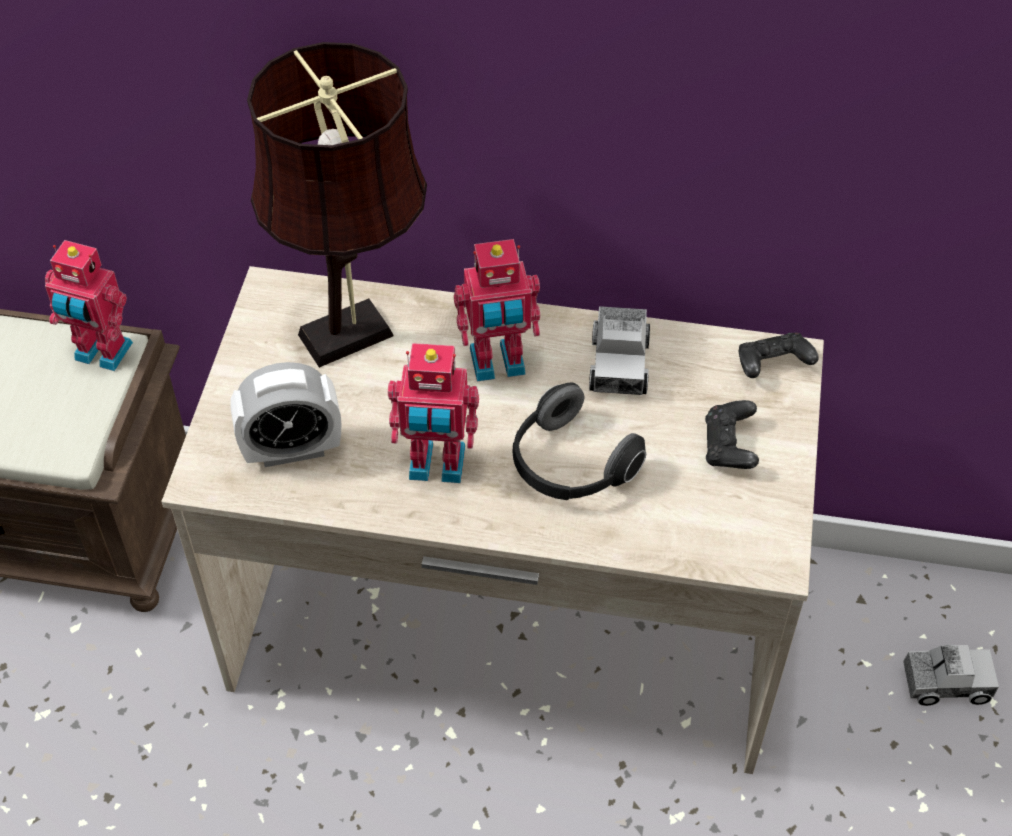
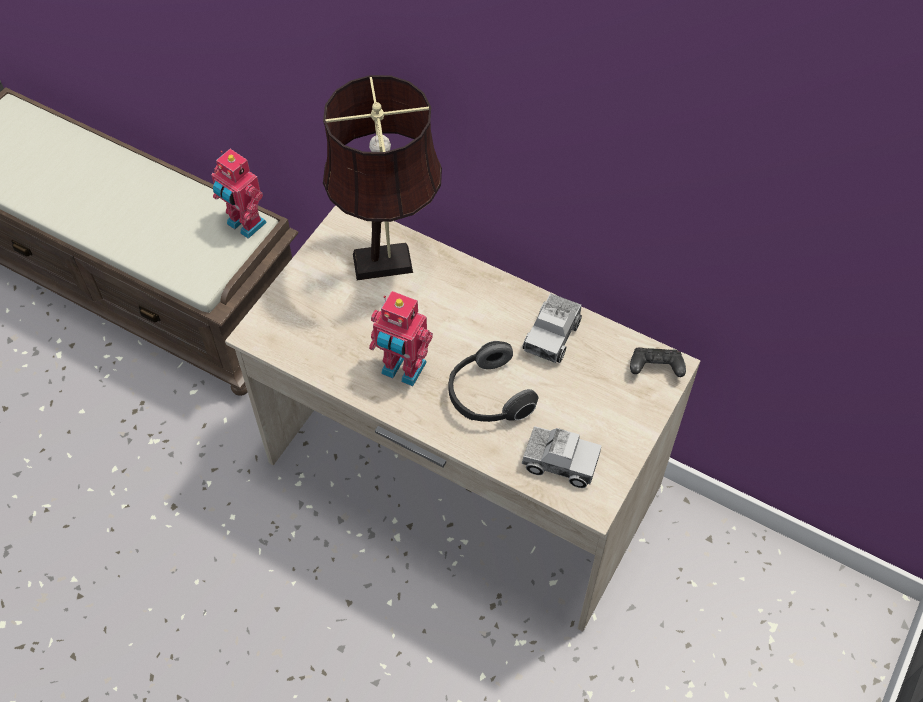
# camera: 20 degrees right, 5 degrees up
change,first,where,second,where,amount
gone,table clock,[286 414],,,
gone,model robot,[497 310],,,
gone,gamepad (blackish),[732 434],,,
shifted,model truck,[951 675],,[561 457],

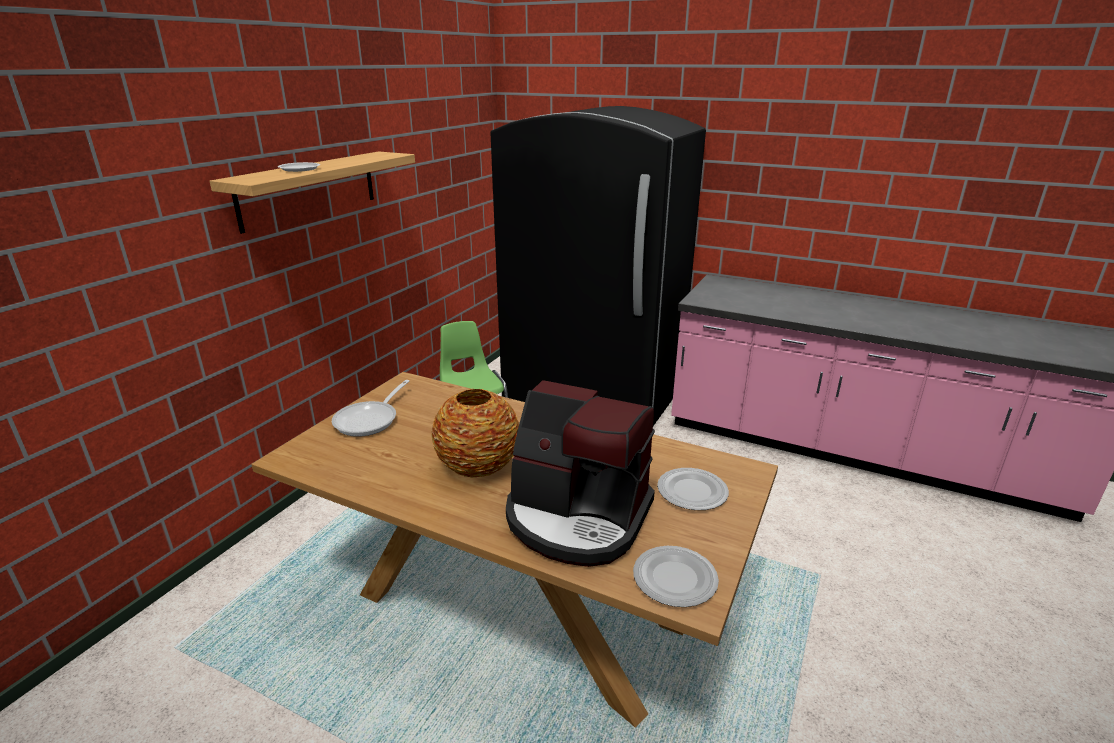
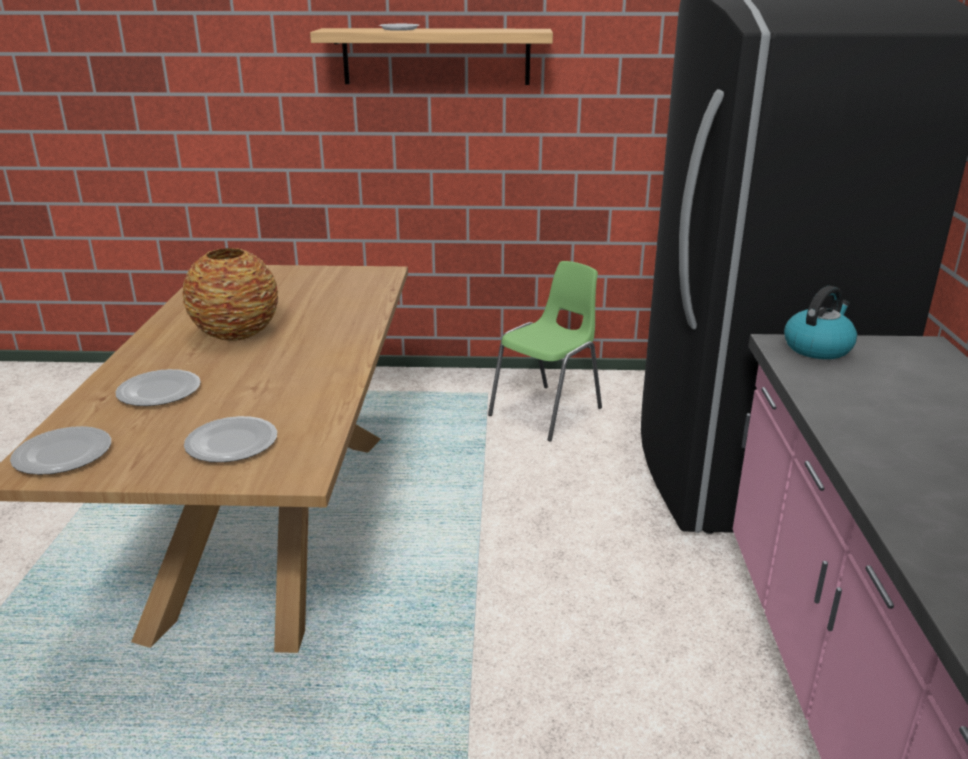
# camera: 65 degrees right, 0 degrees up
change,first,where,second,where,amount
gone,frying pan,[371 408],,,
swapped,coffee brewer,[580 473],dinner plate,[158 387],
new,,,water kettle,[820 322],

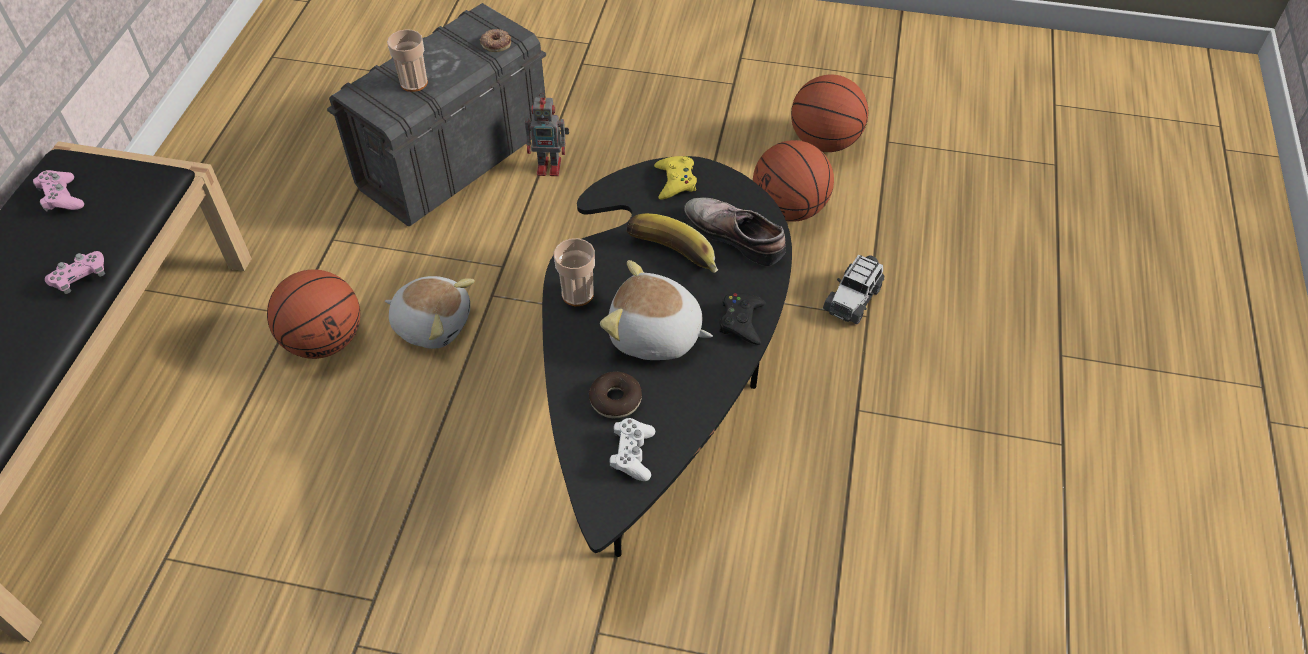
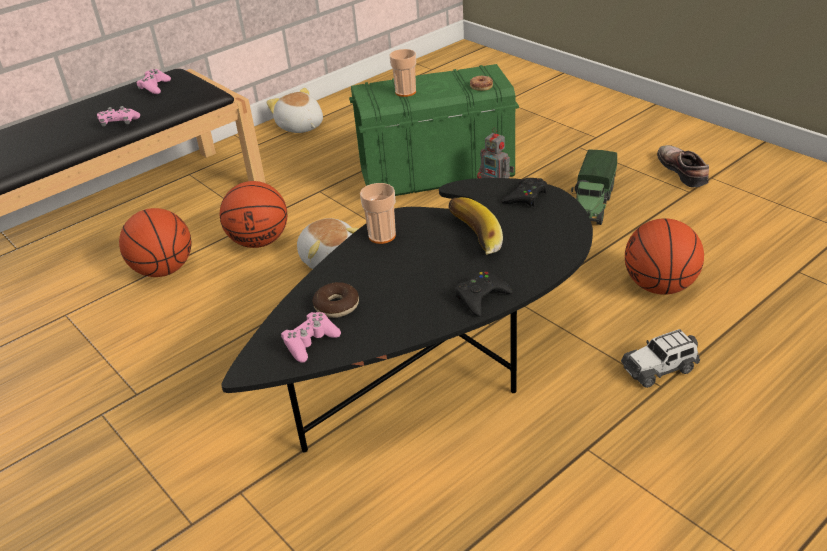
# camera: 40 degrees right, 15 degrees down
change,first,where,second,where,amount
repainted,storage box (greyish),[436 115],storage box (greenish),[434 130],
shifted,plush toy,[656 310],,[295 110],
repainted,gamepad (white-coloured),[632 449],gamepad (pinkish),[311 337],
repainted,gamepad (yellow),[675 178],gamepad (blackish),[524 192],
shifted,shoe,[734 231],,[683 166],
shifted,basketball,[829 113],,[155 242],
new,,,model truck,[594 187],

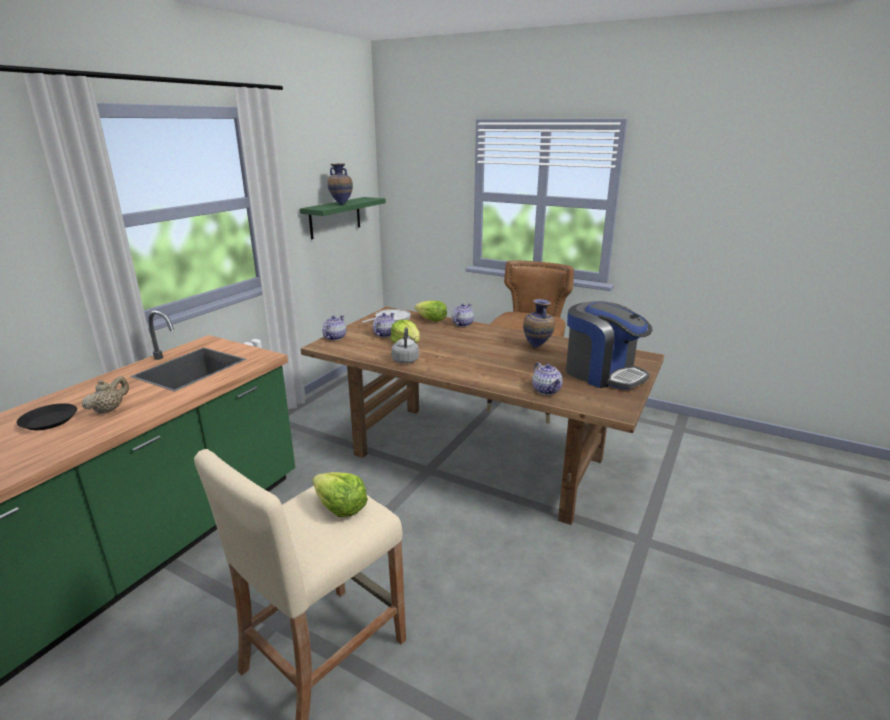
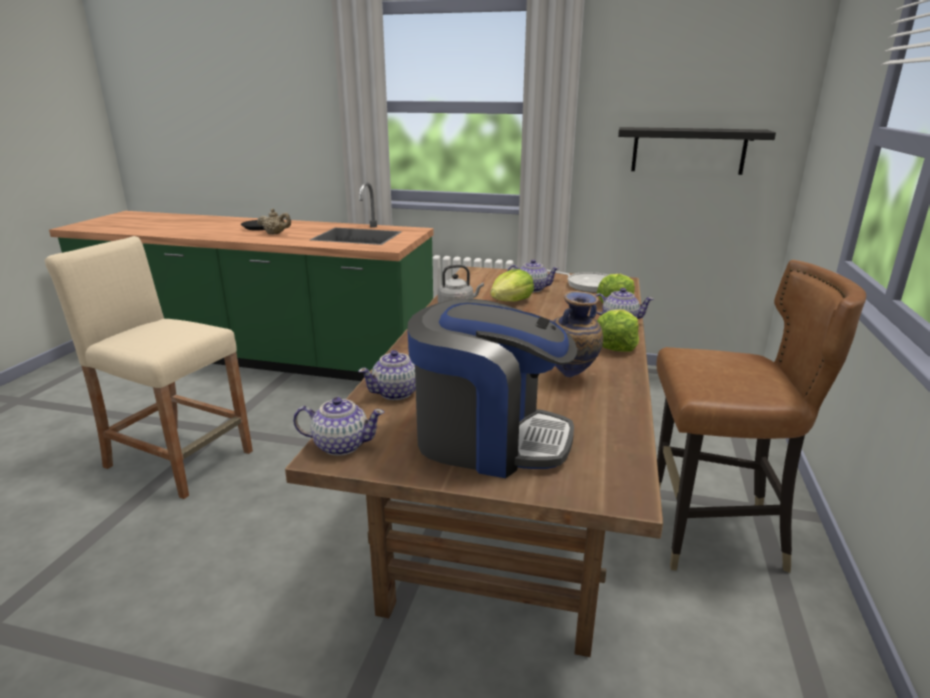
# camera: 75 degrees right, 0 degrees up
change,first,where,second,where,amount
repainted,bracket shelf (greenish),[343 218],bracket shelf (blackish),[697 151],
shifted,lettuce head,[340 494],,[618 330],
shifted,teapot,[334 327],,[338 426],
gone,decorative vase,[340 184],,,
rotated,coffee brewer,[609 345],,[492 388],105 degrees counterclockwise

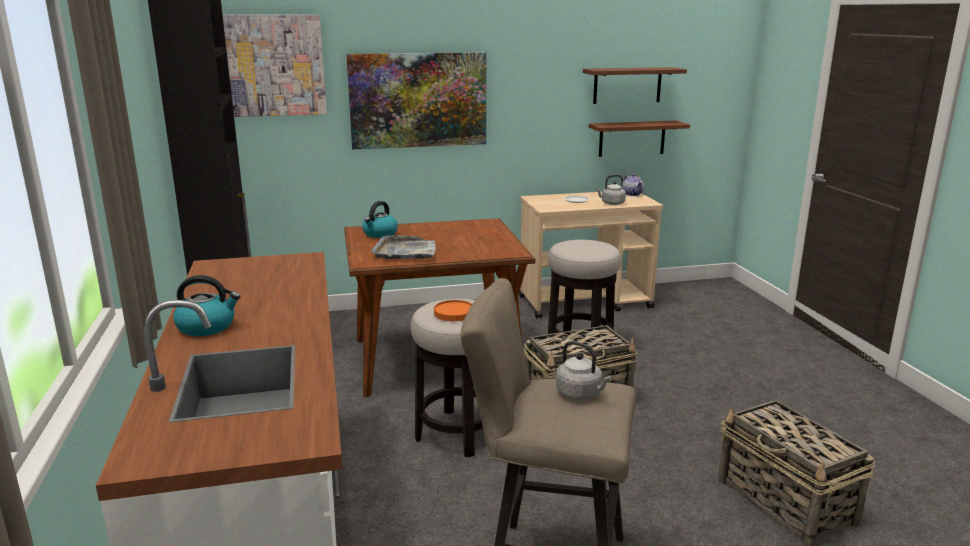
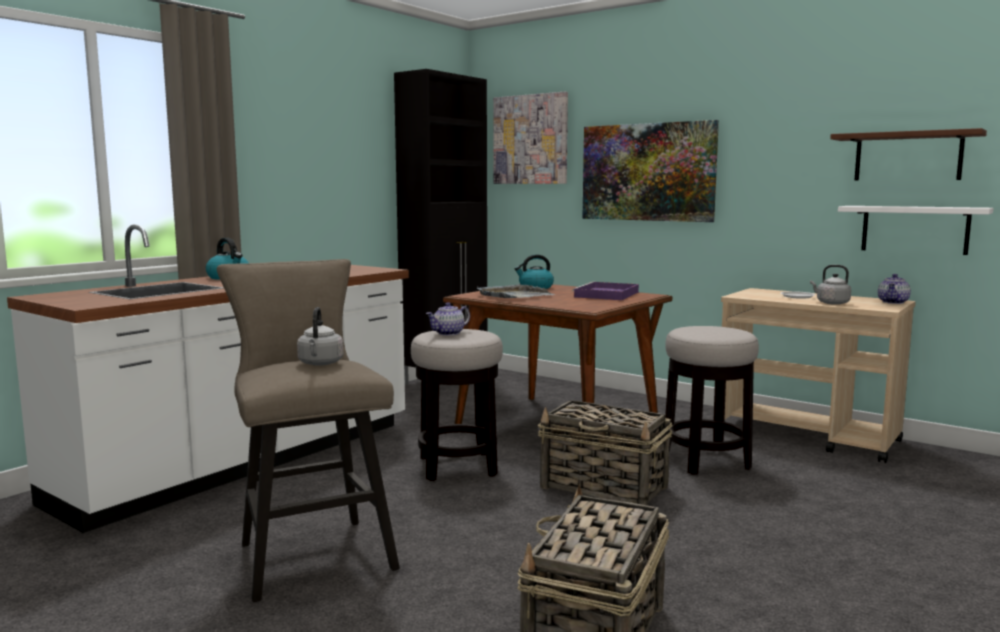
# camera: 50 degrees right, 10 degrees down
change,first,where,second,where,amount
swapped,dinner plate (orangey),[453 310],teapot,[448 318],
repainted,bracket shelf (brown-coloured),[639 139],bracket shelf (white-coloured),[915 230],
new,,,serving tray (purple-coloured),[605 291],

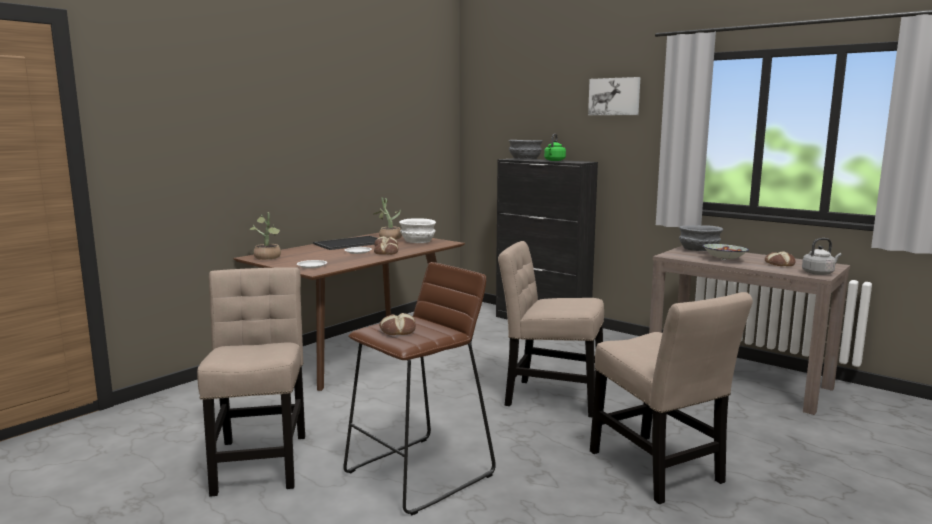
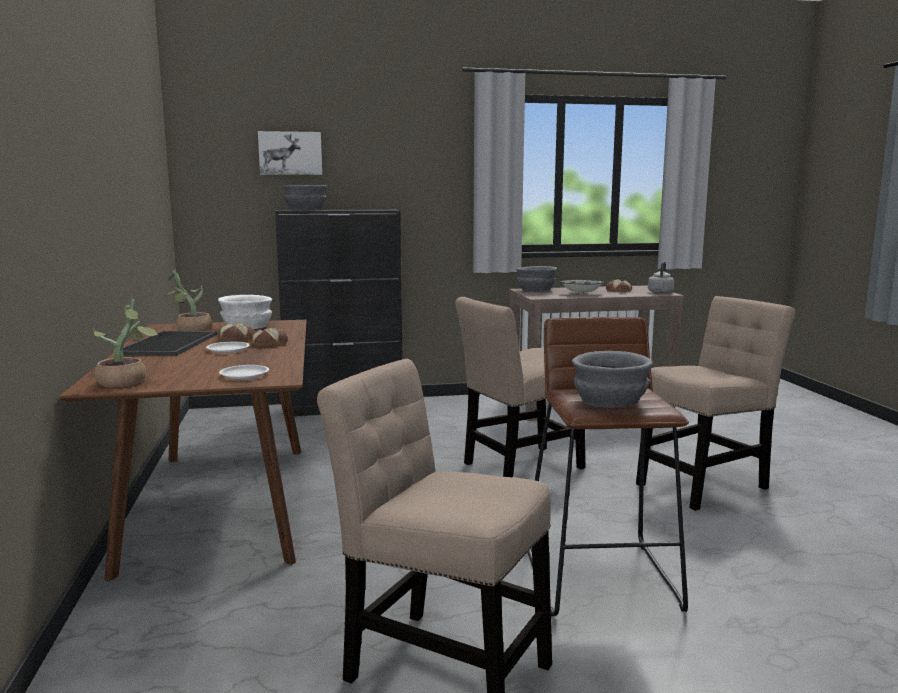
# camera: 50 degrees left, 0 degrees up
change,first,where,second,where,amount
swapped,bread,[397 324],deep dish (greyish),[612 379],
gone,water kettle (greenish),[555 147],,,
shifted,wall art,[614 96],,[290 153],
rotated,upright chair (sand-coloured),[671 398],,[715 403],45 degrees counterclockwise

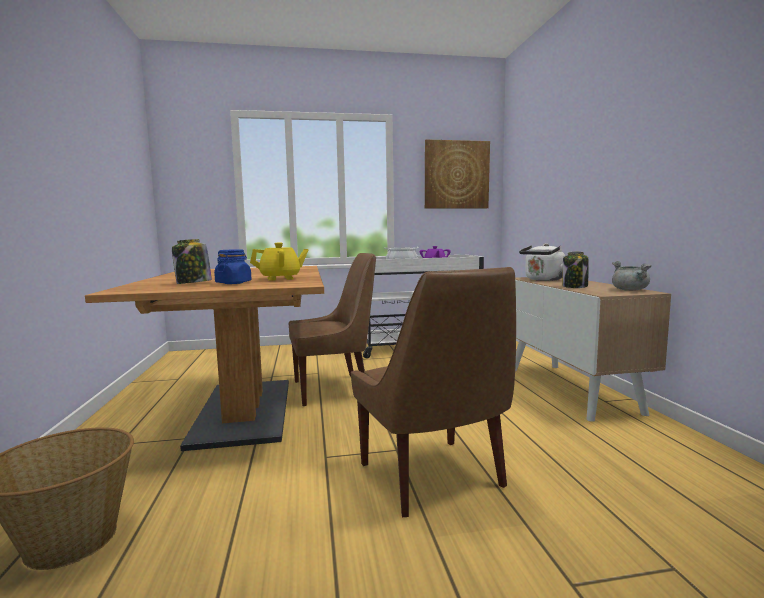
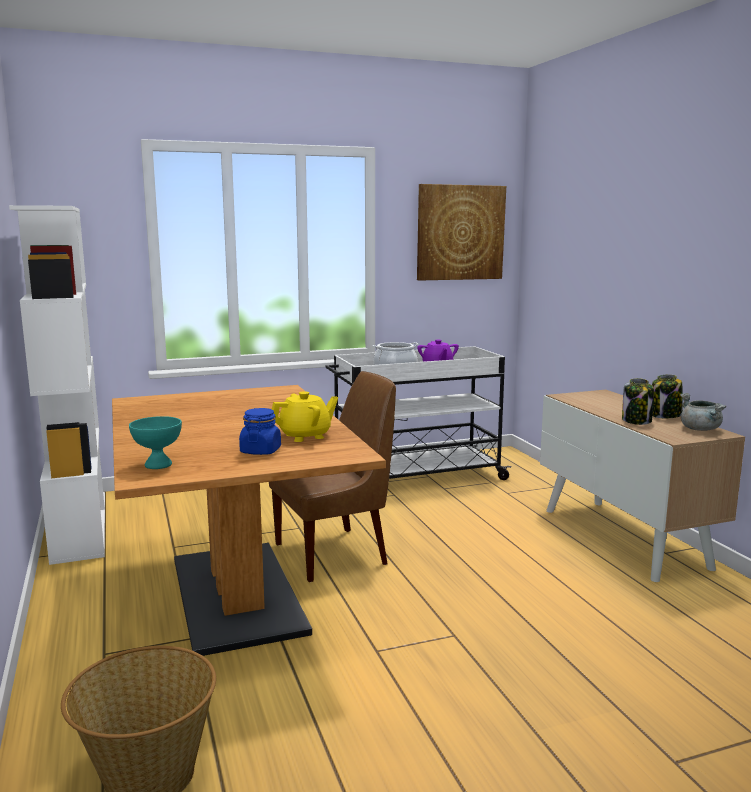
# camera: 10 degrees left, 5 degrees up
change,first,where,second,where,amount
shifted,storage jar,[192 261],,[667 396],
gone,upright chair (brown-coloured),[433 392],,,
gone,water kettle (white-coloured),[542 262],,,
new,,,bookshelf (white-coloured),[57 385],
new,,,deep dish (turquoise),[155 442],

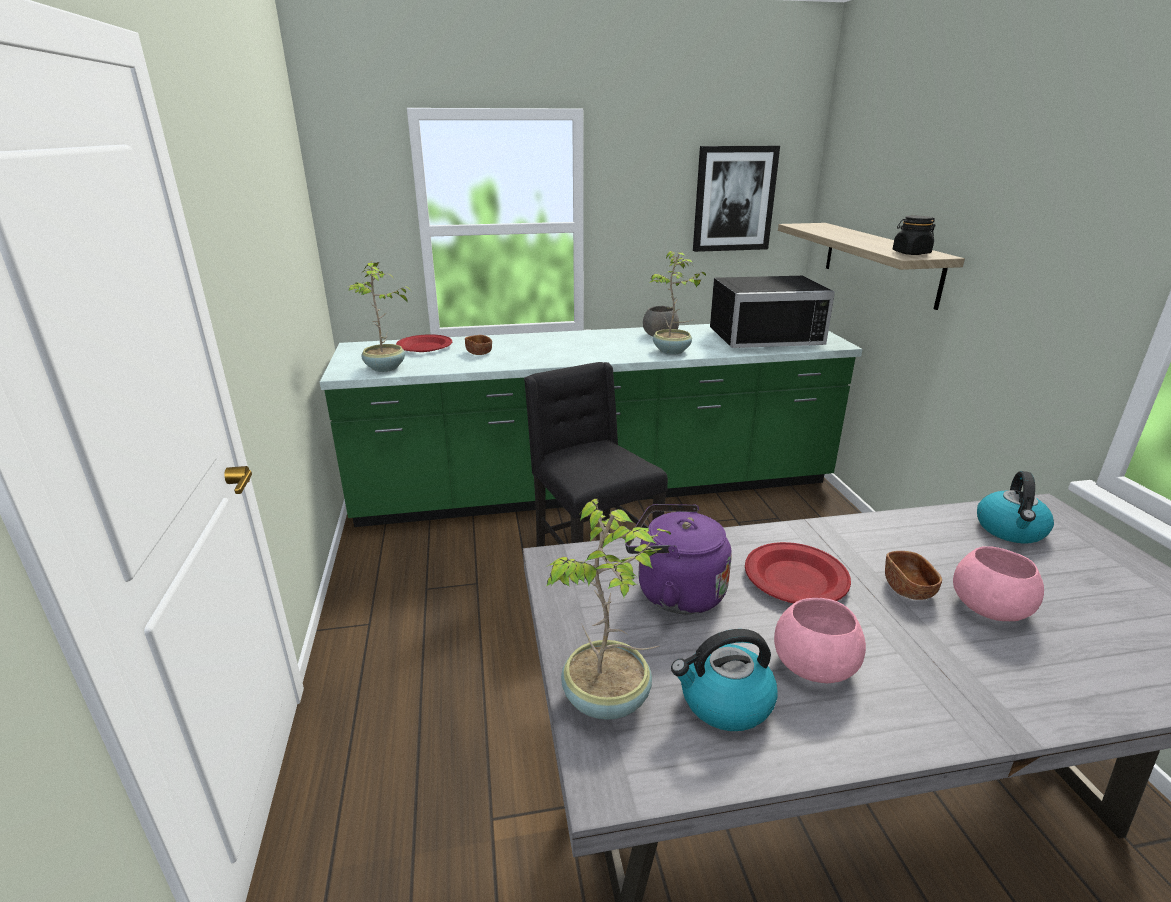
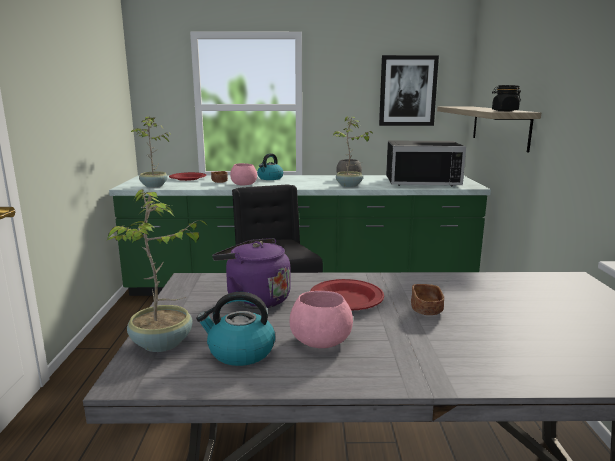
# camera: 10 degrees right, 10 degrees down
change,first,where,second,where,amount
shifted,deep dish (pinkish),[998 583],,[243 174],
shifted,water kettle,[1015 507],,[270 166],

